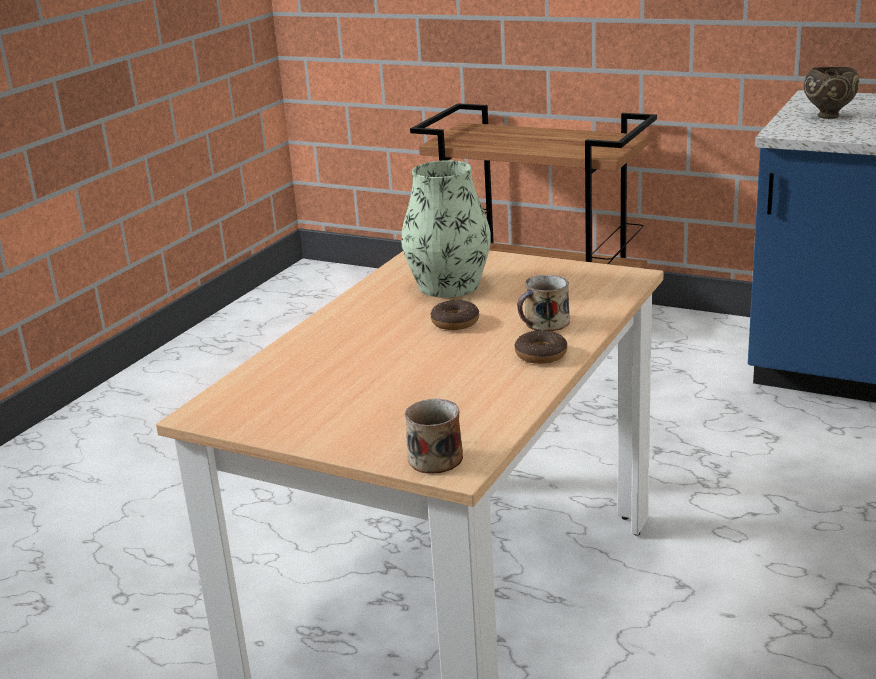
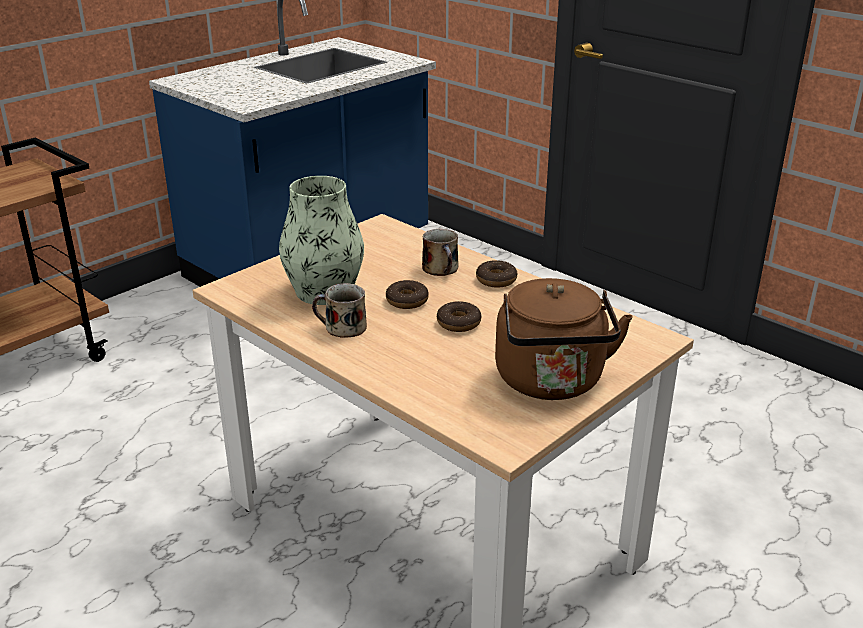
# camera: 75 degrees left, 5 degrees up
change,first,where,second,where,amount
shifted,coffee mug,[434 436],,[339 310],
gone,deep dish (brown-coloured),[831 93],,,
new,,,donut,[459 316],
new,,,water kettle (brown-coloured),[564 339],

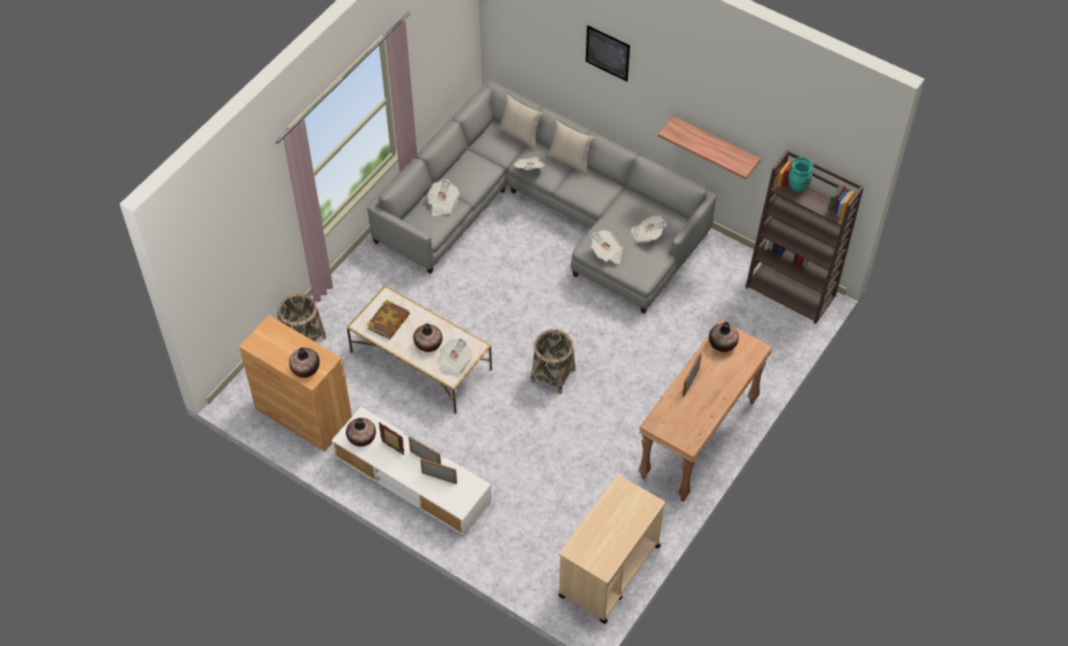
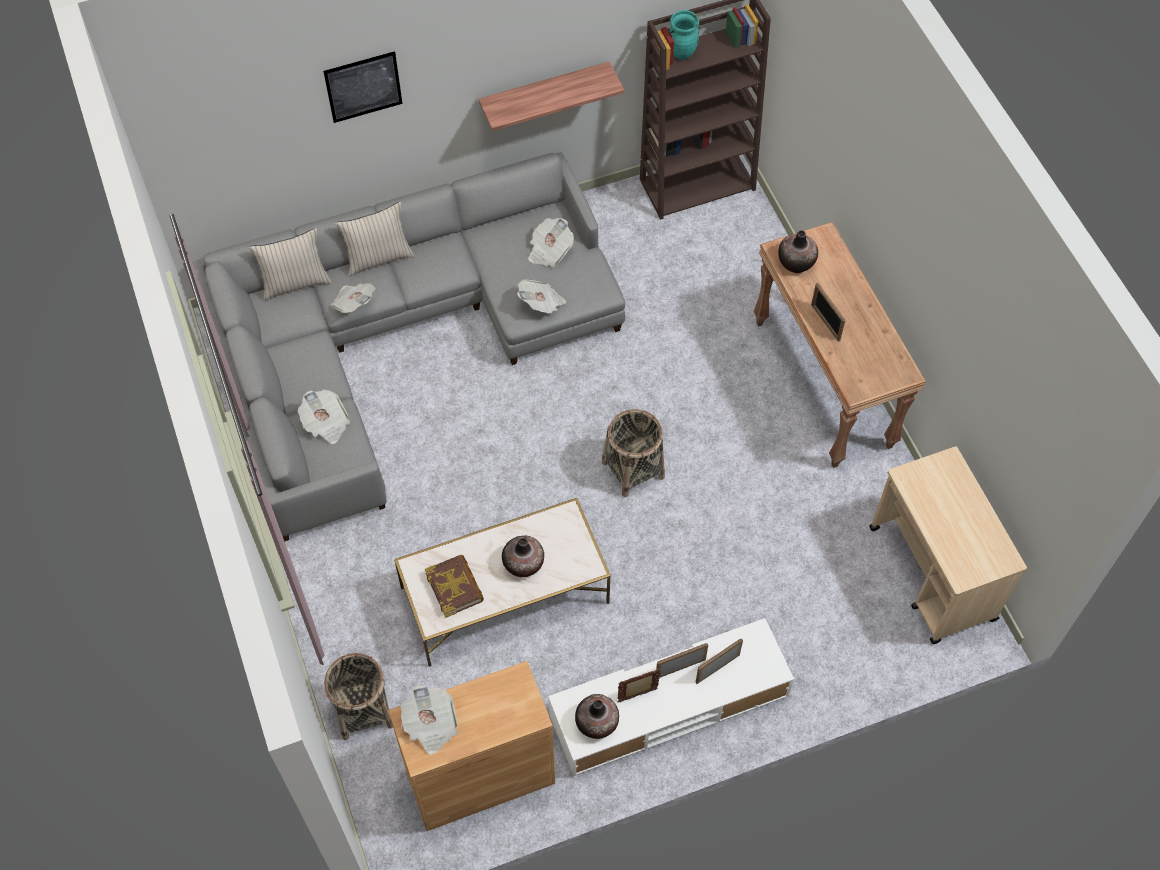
# camera: 55 degrees left, 5 degrees up
change,first,where,second,where,amount
gone,decorative vase,[304 362],,,
shifted,newspaper,[455 357],,[429 720],

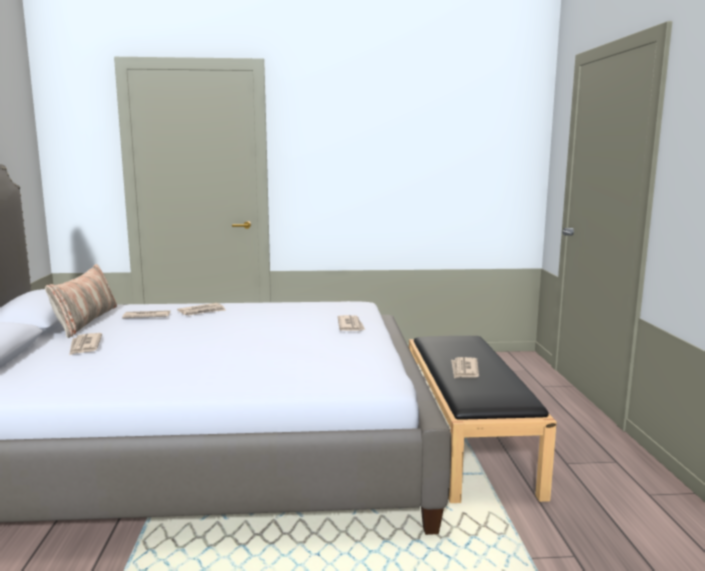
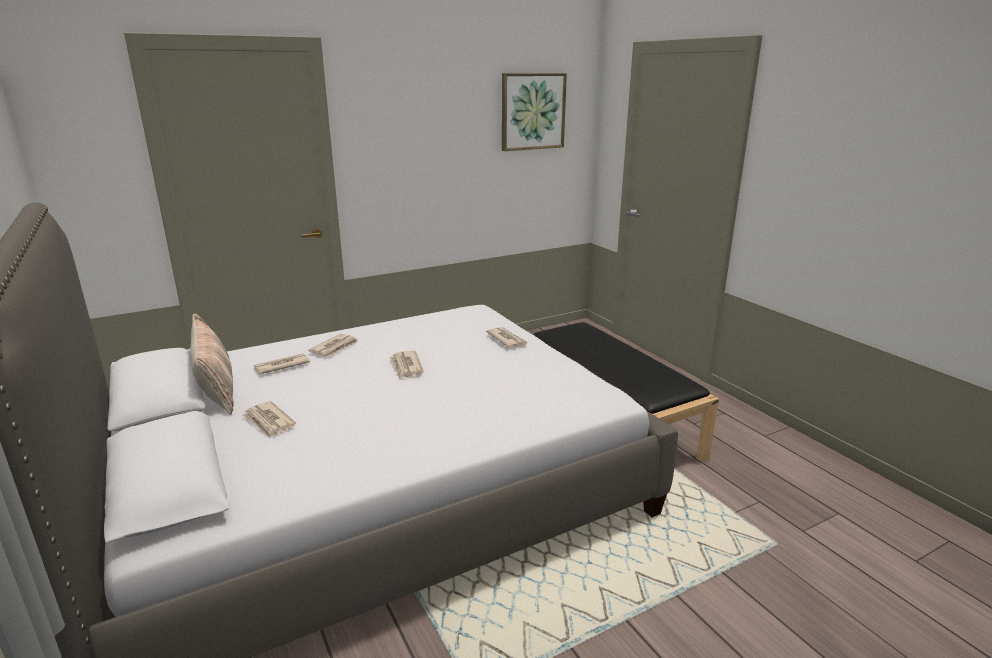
# camera: 25 degrees left, 10 degrees up
change,first,where,second,where,amount
shifted,newspaper,[465 368],,[407 364],
new,,,wall art,[534 112],

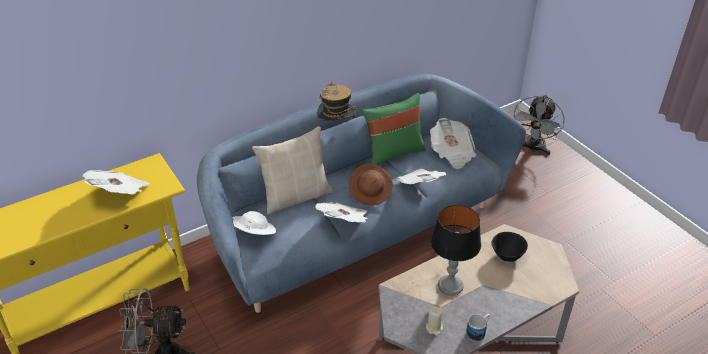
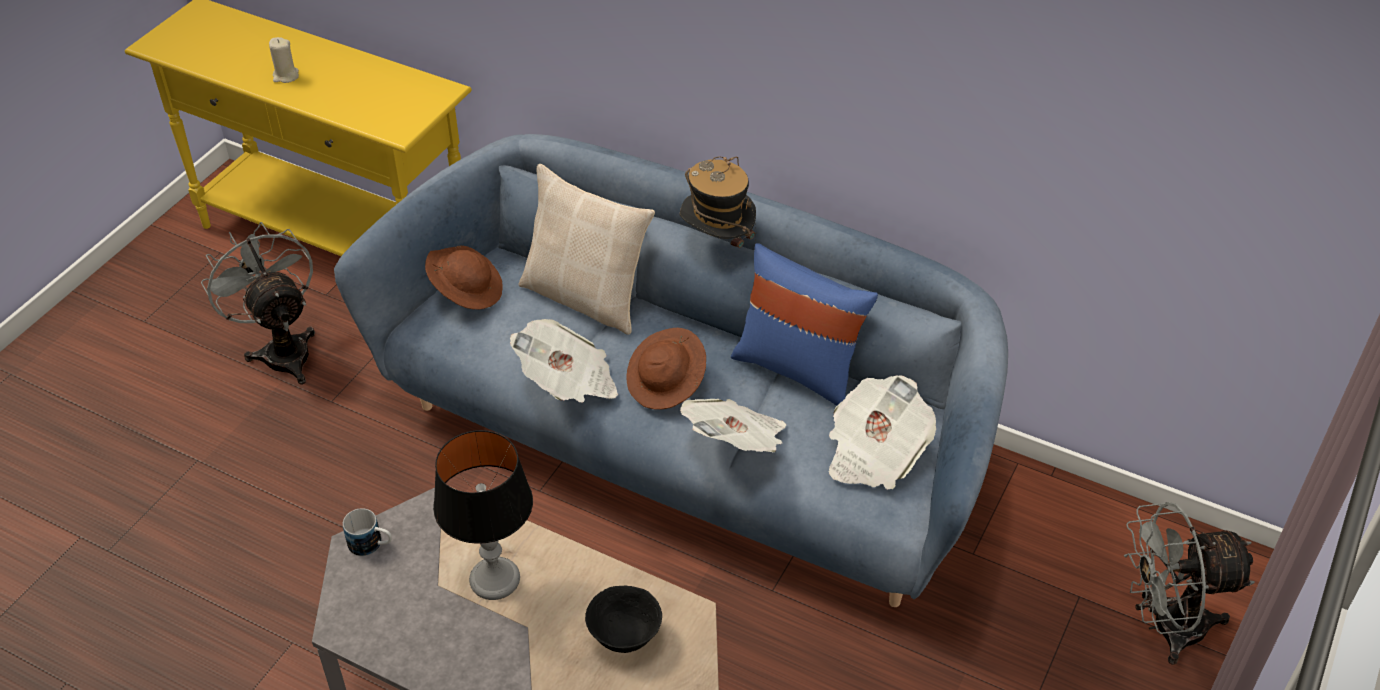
# camera: 60 degrees right, 5 degrees up
change,first,where,second,where,amount
gone,newspaper,[116 182],,,
repainted,wearable hat (white-coloured),[254 223],wearable hat (brown-coloured),[464 278],
repainted,throw pillow (greenish),[394 129],throw pillow (bluish),[804 324],
shifted,wax light (sand-coloured),[434 320],,[284 60],
shifted,coffee mug,[478 327],,[367 532],

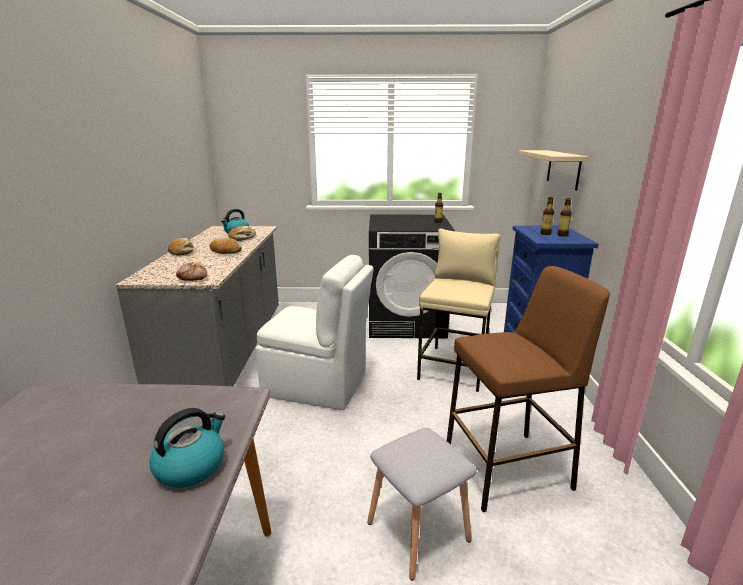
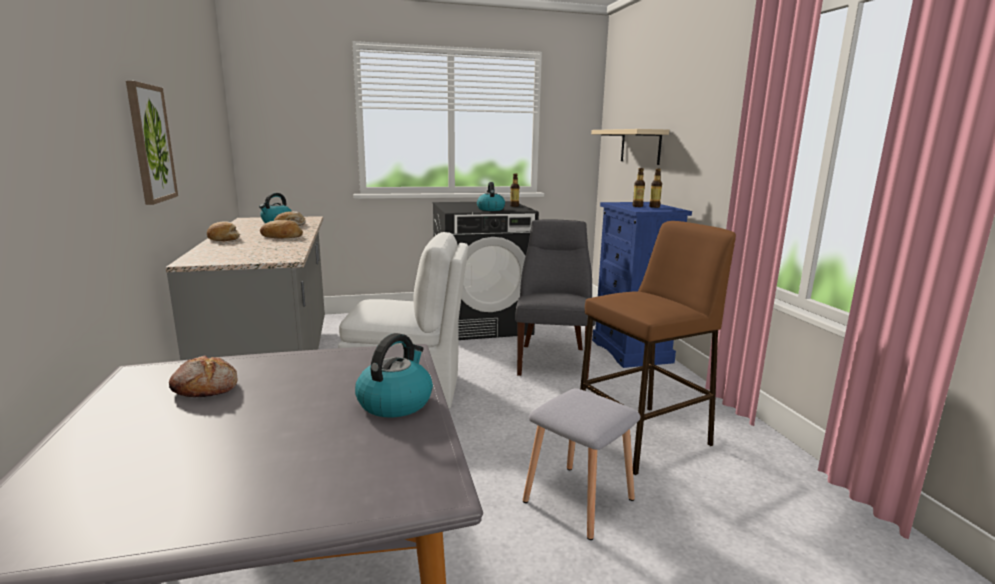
# camera: 15 degrees left, 5 degrees down
change,first,where,second,where,amount
shifted,bread,[191 271],,[203 376],
swapped,sitting stool (sand-coloured),[458 310],upright chair (greyish),[555 300],
new,,,wall art,[152 143],
new,,,water kettle,[491 196],

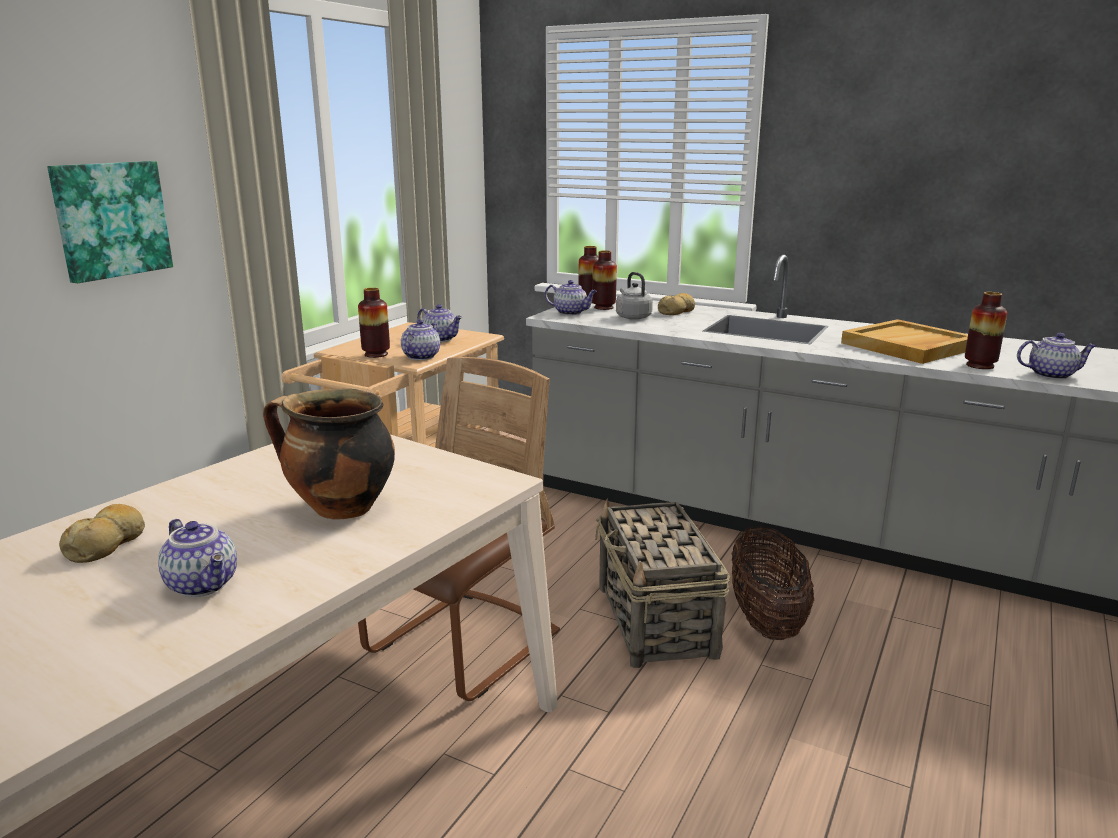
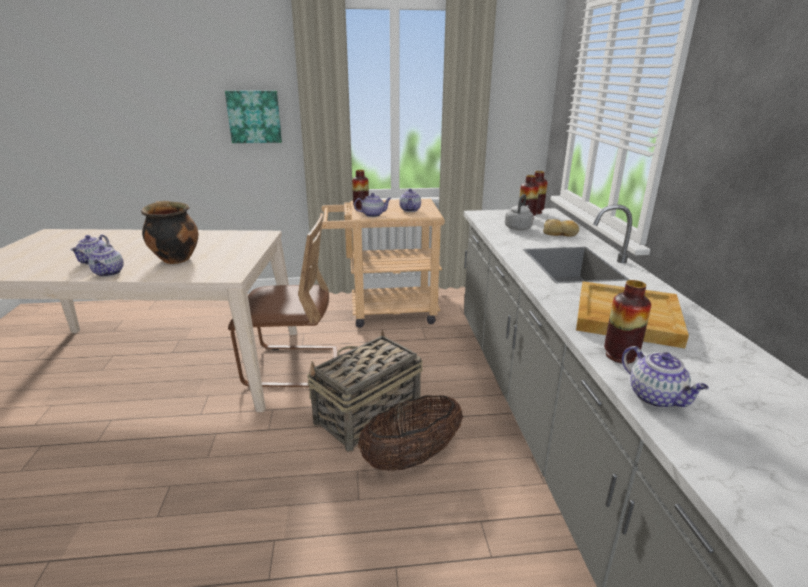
# camera: 55 degrees right, 5 degrees up
change,first,where,second,where,amount
gone,bread,[102 533],,,
shifted,teapot,[571 297],,[106 260],

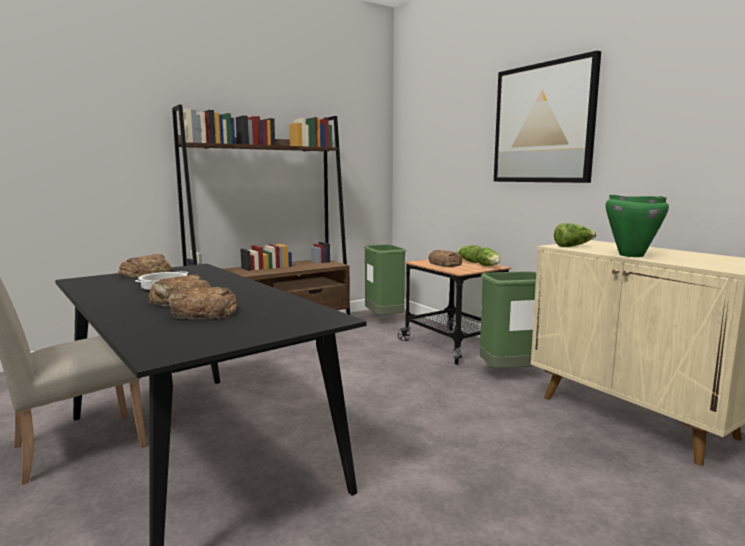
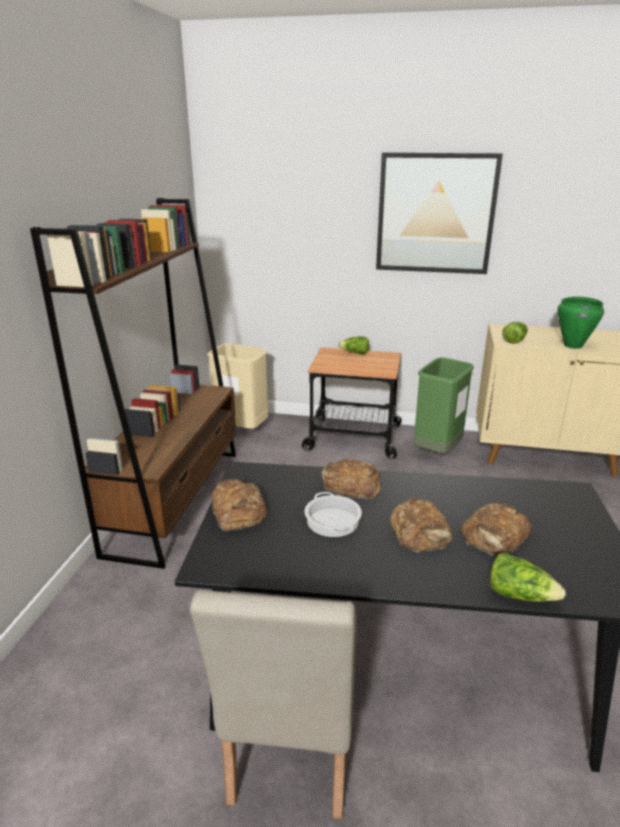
# camera: 45 degrees left, 15 degrees up
change,first,where,second,where,amount
repainted,rubbish bin (greenish),[385 279],rubbish bin (sand-coloured),[237 386],
shifted,bread,[445 258],,[351 479],
shifted,lettuce head,[488 257],,[528 577],

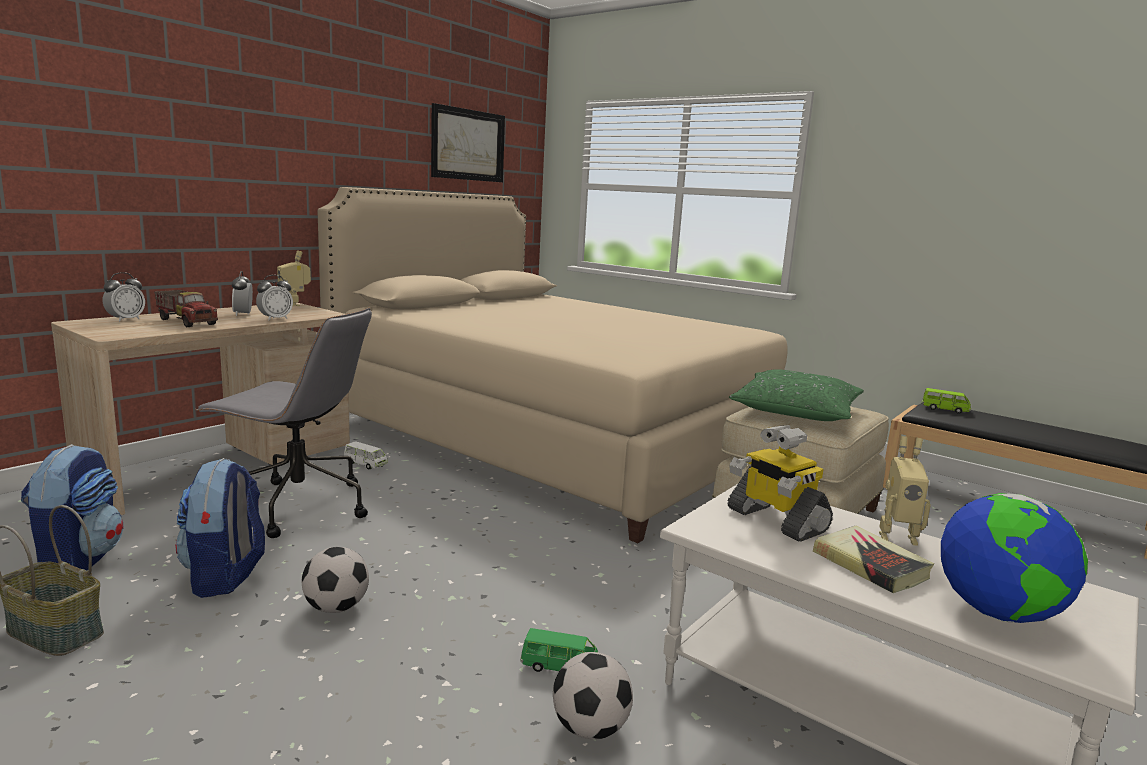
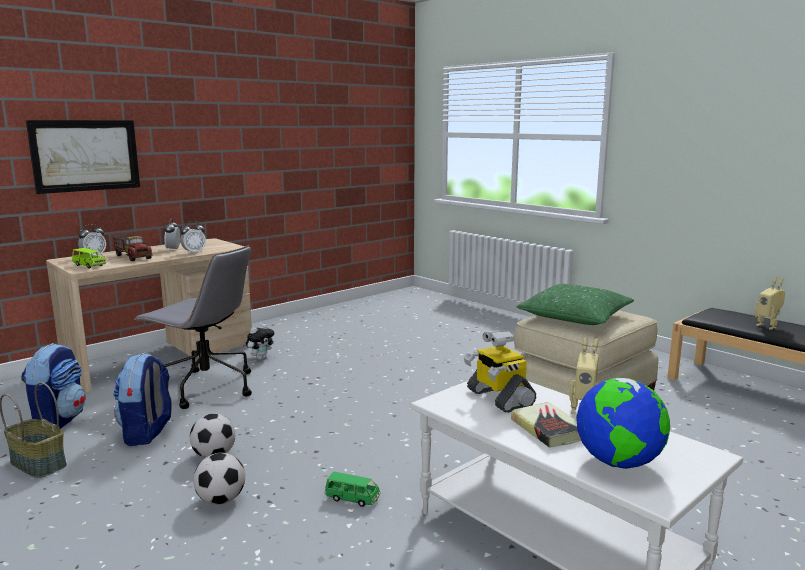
# camera: 10 degrees right, 0 degrees up
change,first,where,second,where,amount
shifted,model robot,[294 278],,[770 303],
gone,bedroom bed (sand-coloured),[552 365],,,
swapped,model car (white-coloured),[366 455],plush toy,[260 342],
shifted,wall art,[468 142],,[83 157],
shifted,ball for football,[593 695],,[219 479],
shifted,model car (greenish),[946 401],,[89 258],

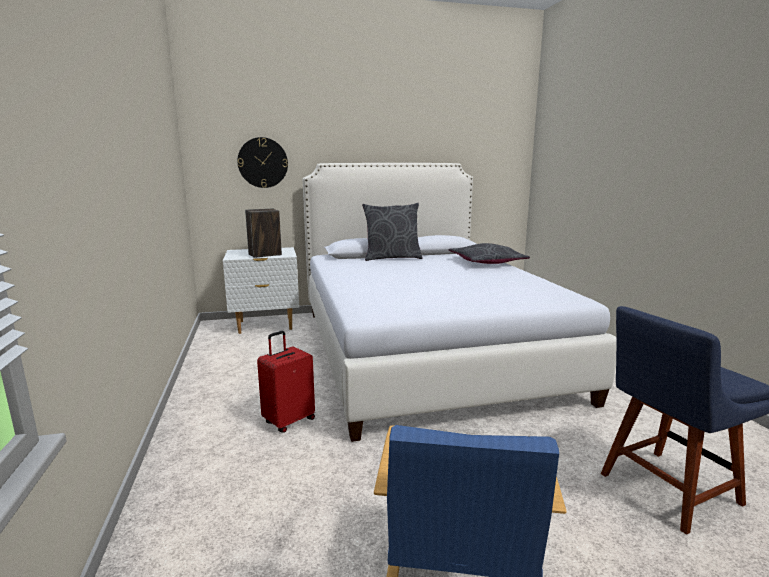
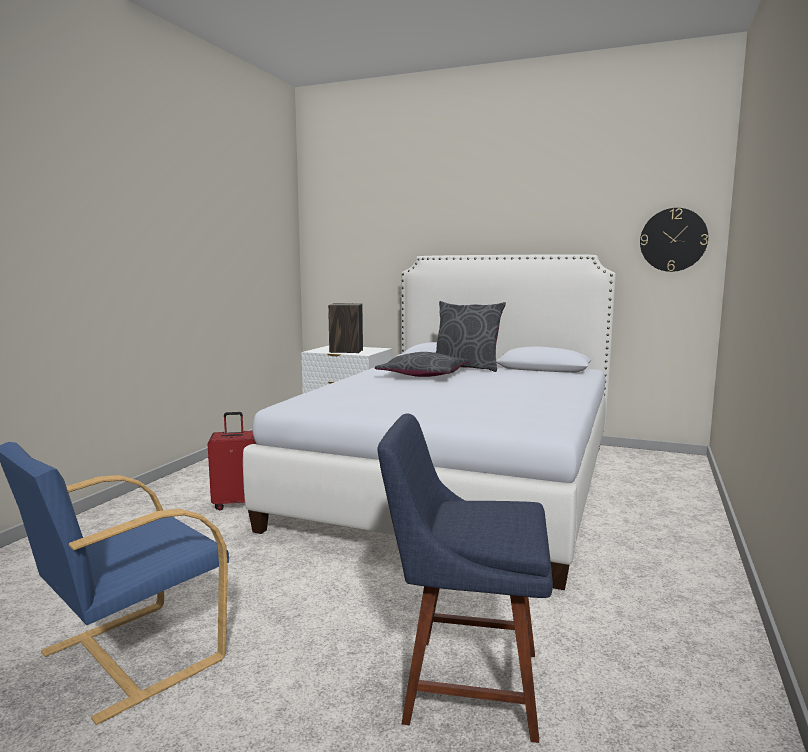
# camera: 35 degrees right, 5 degrees down
change,first,where,second,where,amount
shifted,wall clock,[262 162],,[674 240],
shifted,throw pillow (greyish),[489 253],,[422 364],

